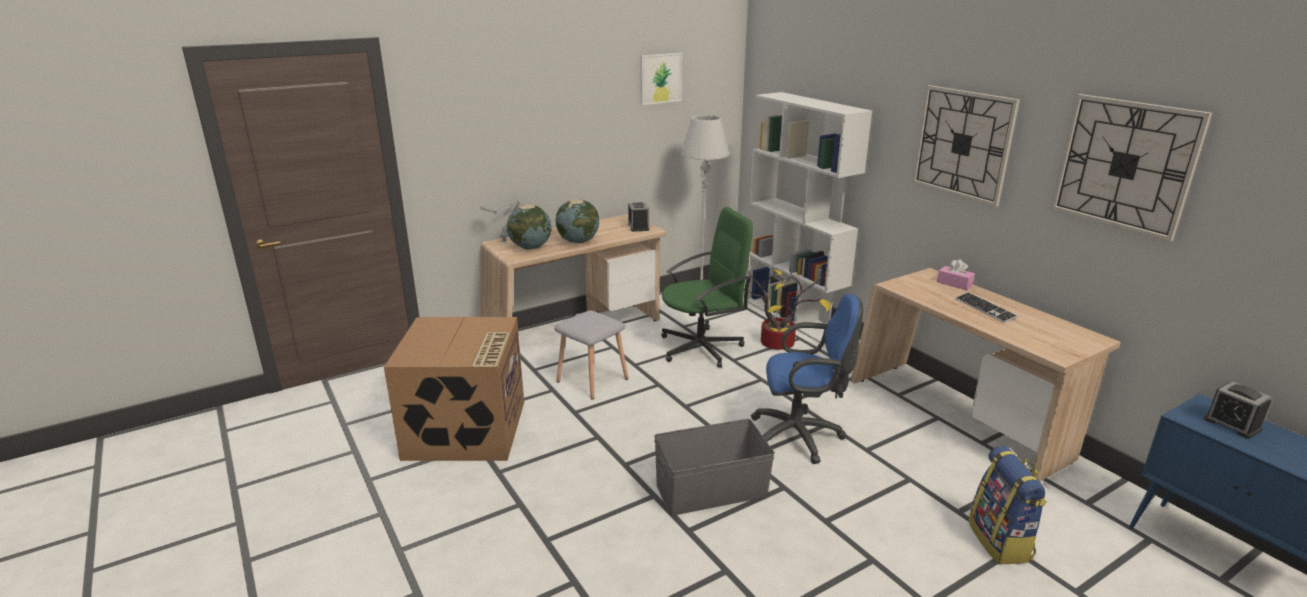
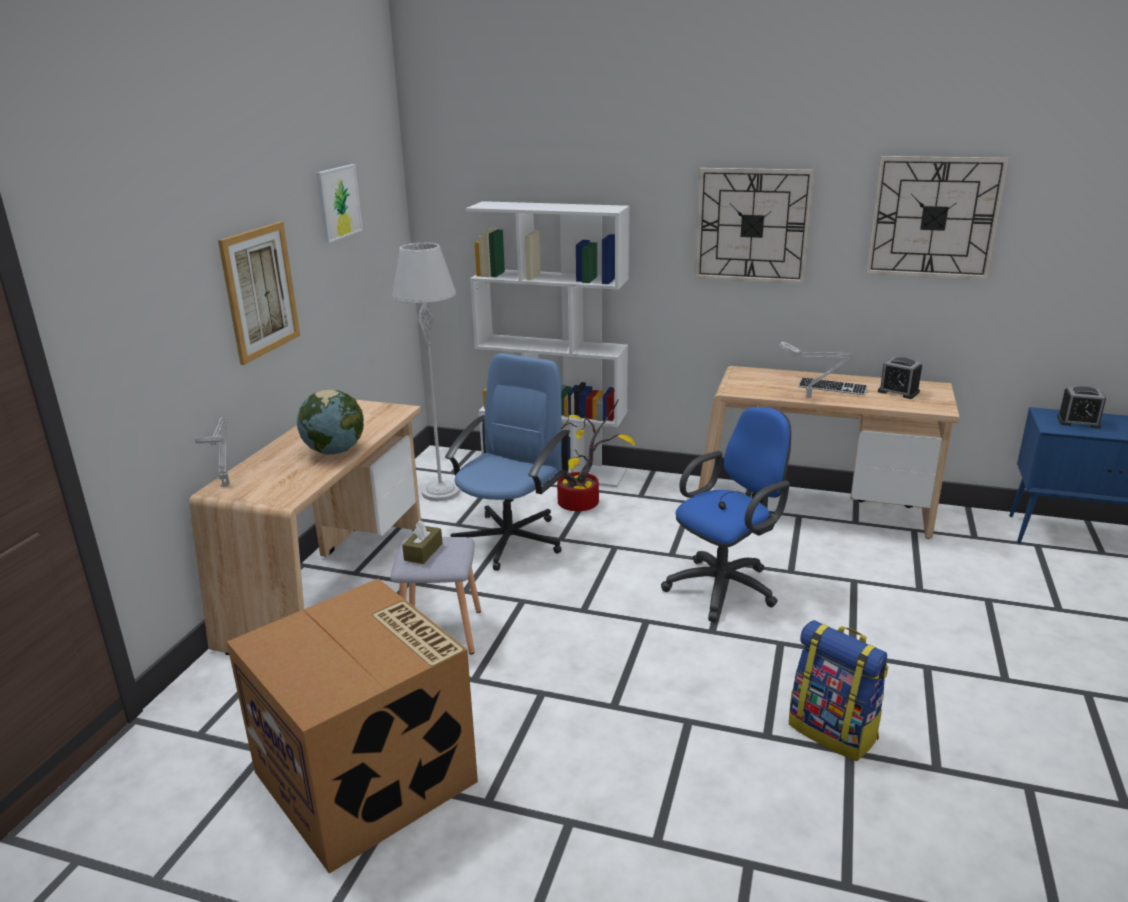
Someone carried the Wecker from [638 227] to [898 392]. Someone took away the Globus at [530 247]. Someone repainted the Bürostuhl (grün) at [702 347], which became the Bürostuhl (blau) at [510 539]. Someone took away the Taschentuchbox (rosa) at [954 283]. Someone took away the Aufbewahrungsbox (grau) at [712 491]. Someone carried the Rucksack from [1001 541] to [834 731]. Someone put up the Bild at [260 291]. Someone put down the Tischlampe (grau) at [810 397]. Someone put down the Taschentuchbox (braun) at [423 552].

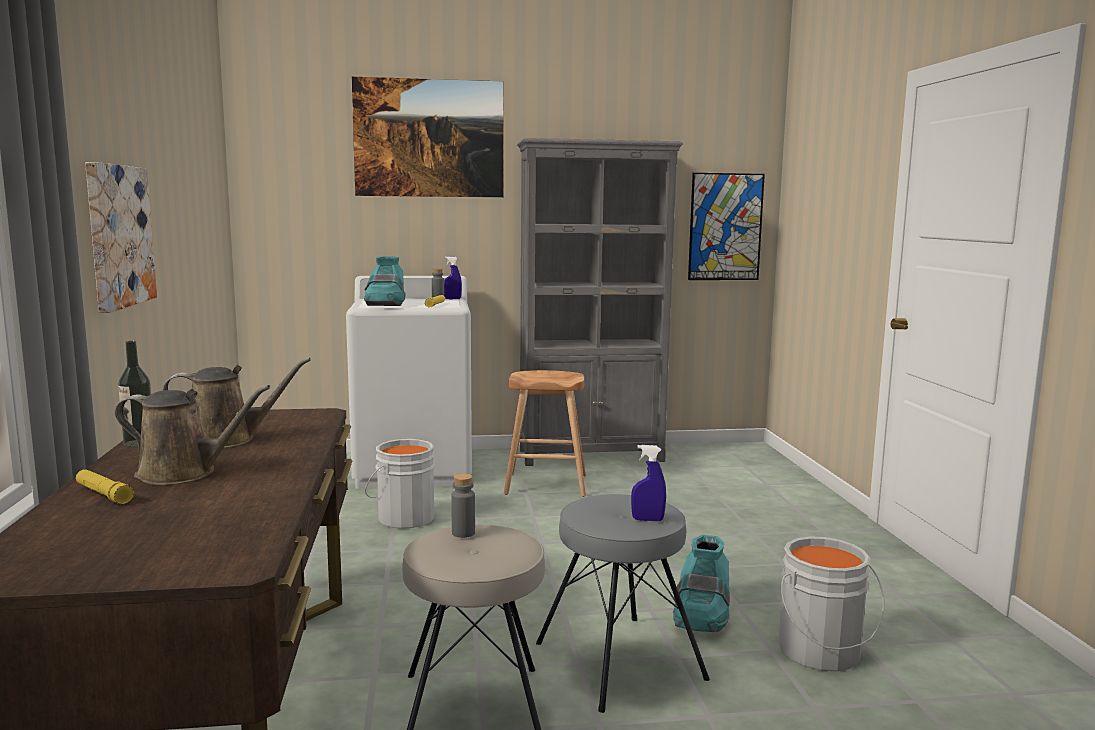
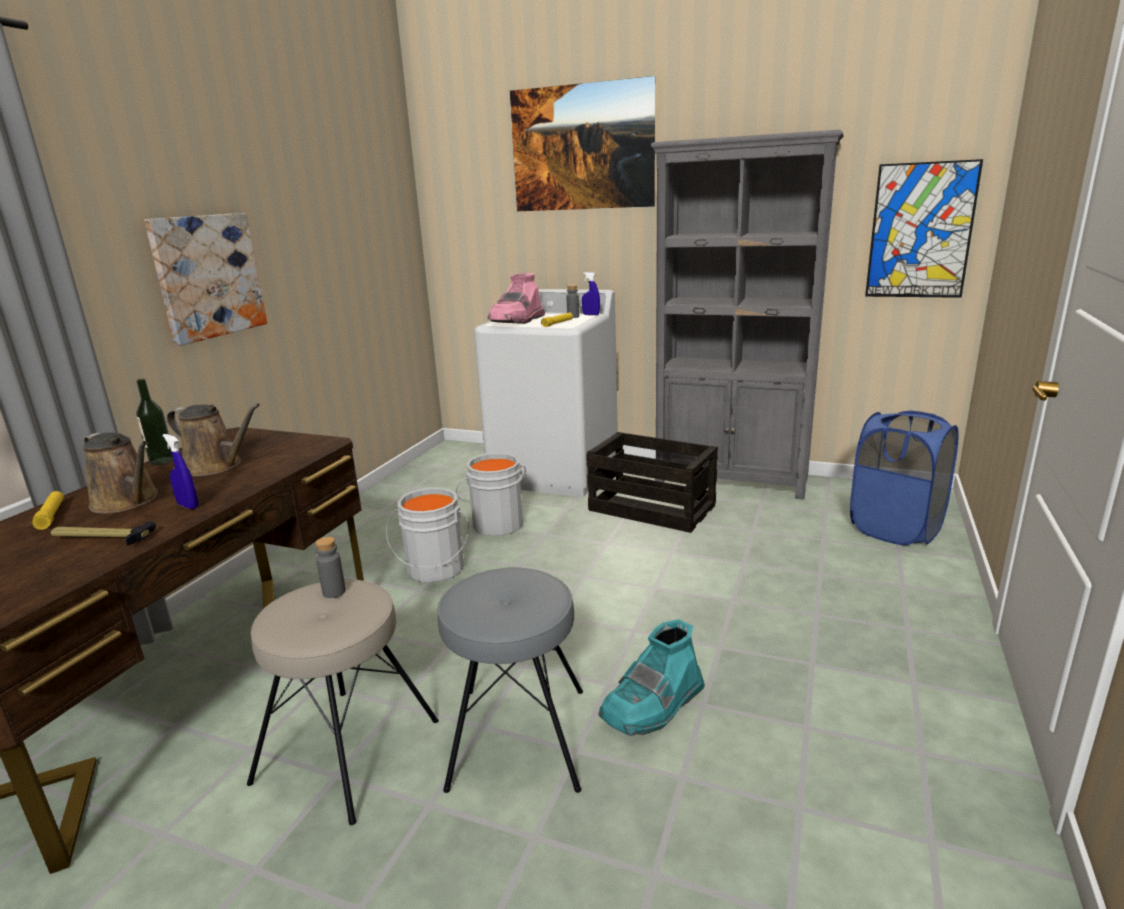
Someone repainted the Stiefel (türkis) at [385 304], which became the Stiefel (rosa) at [517 321]. Someone swapped the Hocker (braun) at [545 484] for the Kiste at [653 508]. Someone carried the Sprühflasche (blau) from [647 520] to [188 506]. Someone carried the Eimer (grau) from [821 653] to [434 570]. Someone put down the Wäschekorb (blau) at [895 529]. Someone put down the Hammer at [101 539].

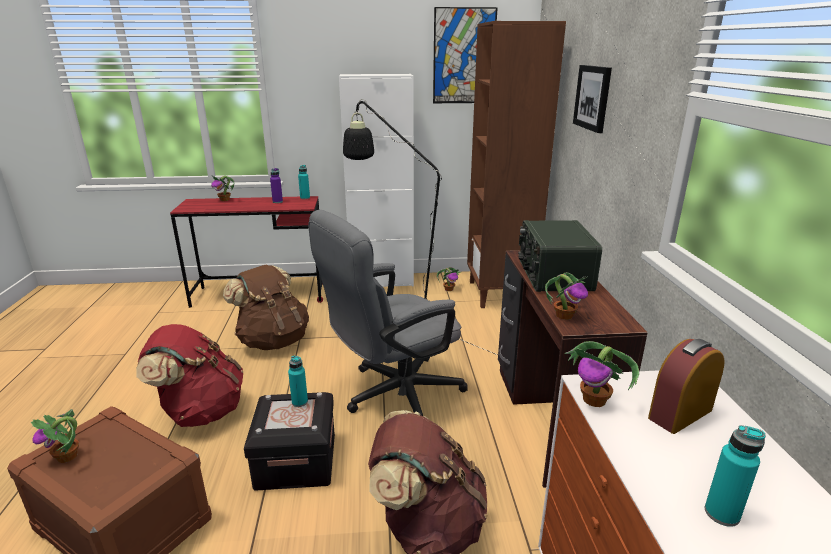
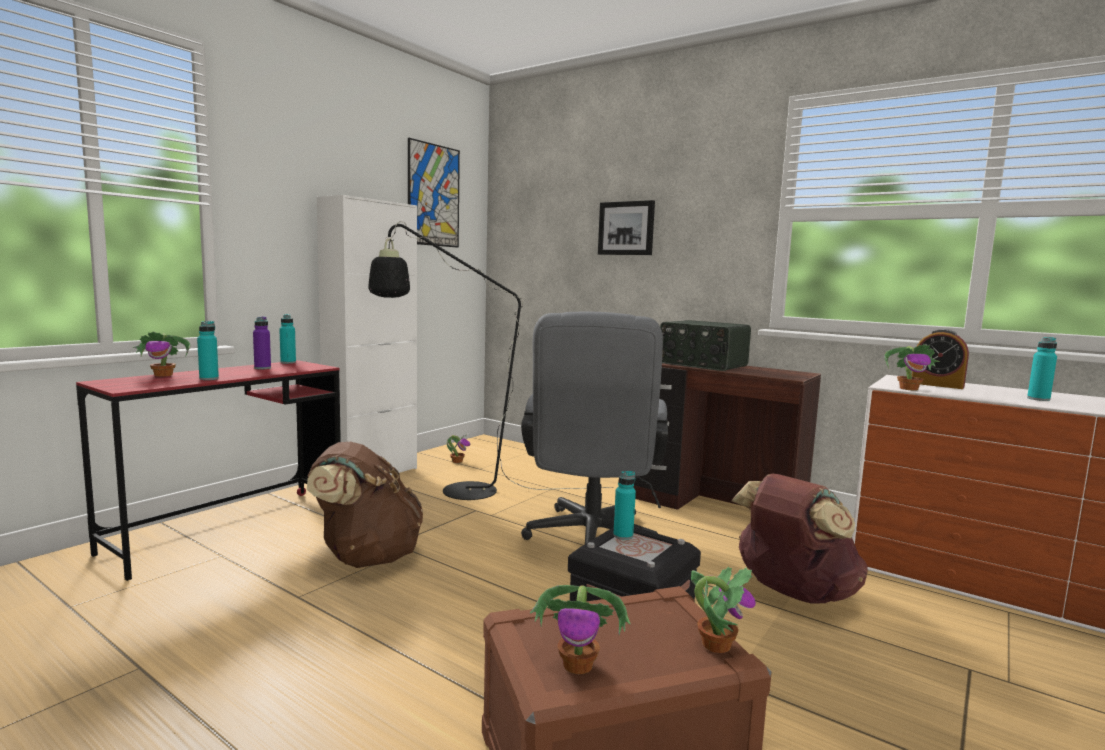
Someone took away the Bücherregal (braun) at [500 293]. Someone carried the Topfpflanze from [564 315] to [715 644]. Someone took away the Rucksack (rot) at [200 411]. Someone rotated the Wecker at [680 414] by 60 degrees counterclockwise. Someone put down the Flasche (türkis) at [209 378].

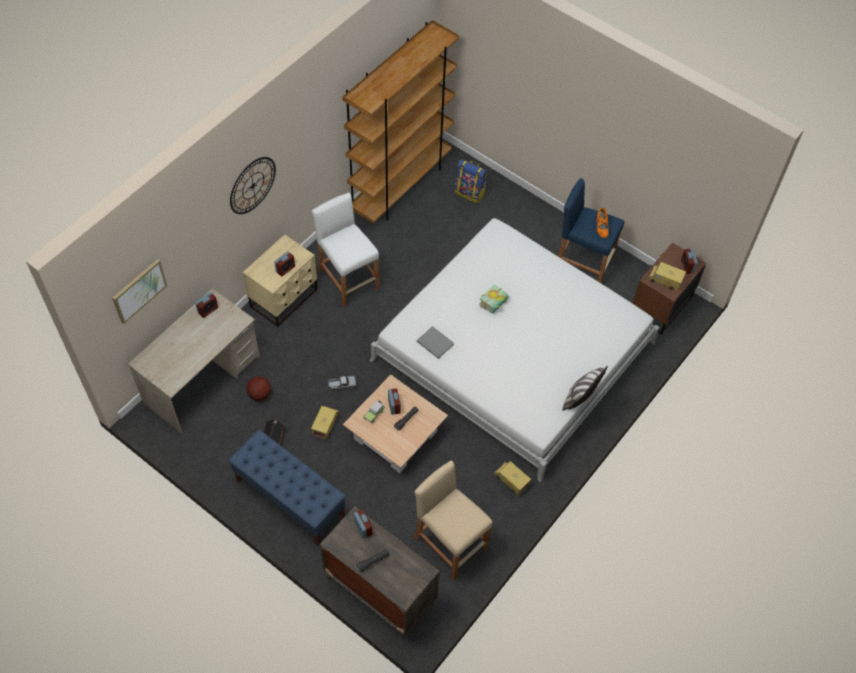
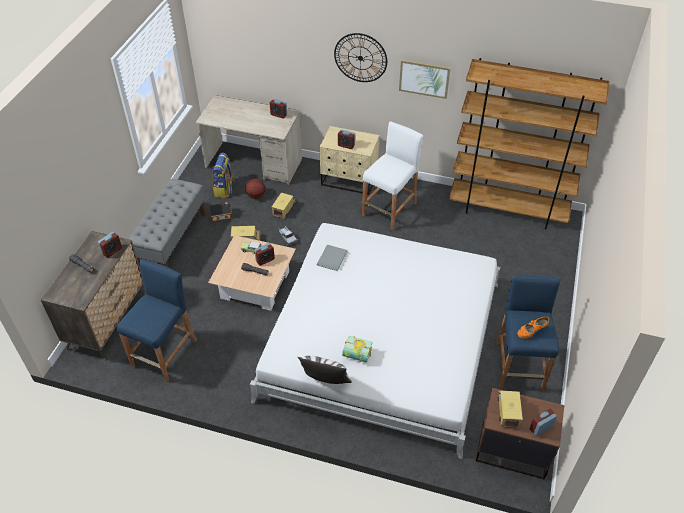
Someone carried the Rucksack from [470 192] to [224 189]. Someone carried the Bild from [139 290] to [424 78]. Someone carried the Buch from [495 304] to [356 356]. Someone repainted the Bank (blau) at [290 498], which became the Bank (grau) at [172 241]. Someone repainted the Hocker (beige) at [450 543], which became the Hocker (blau) at [165 353]. Someone carried the Spielzeuglaster from [511 480] to [284 209].

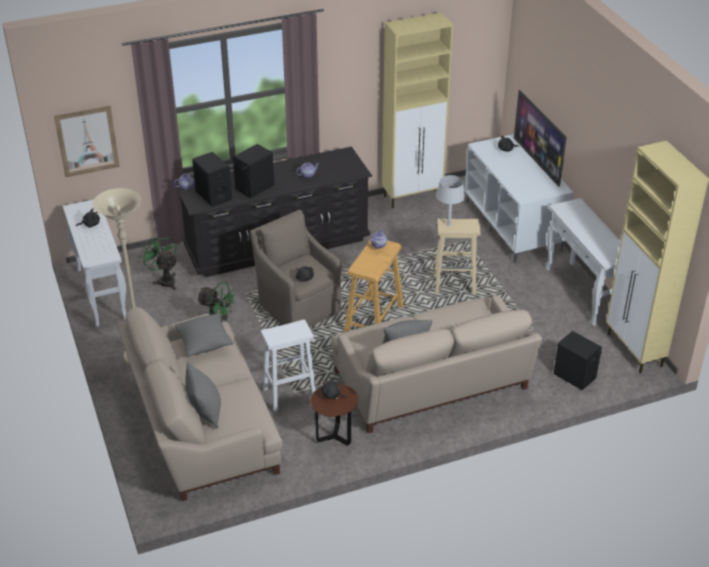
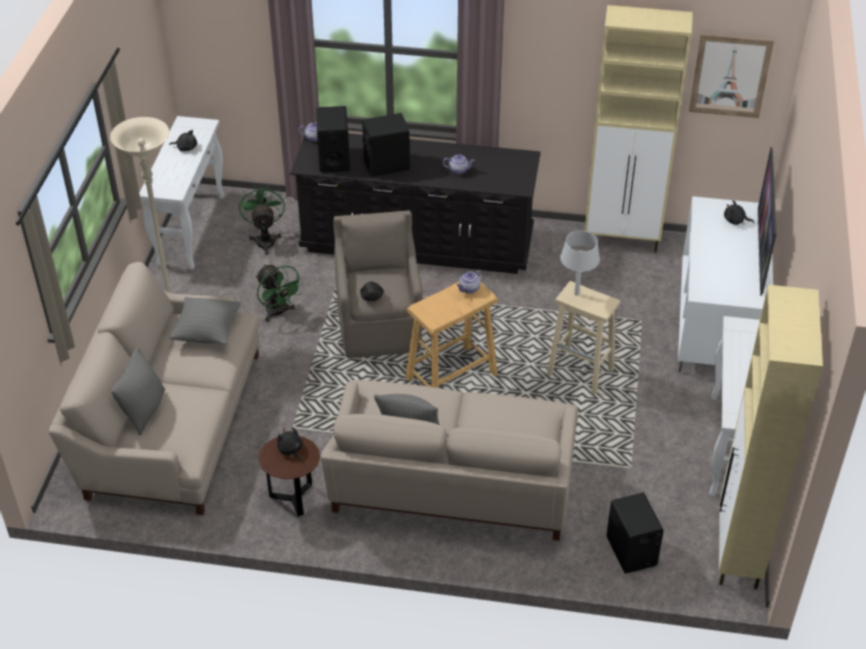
Someone carried the Bild from [87 141] to [730 76]. Someone took away the Hocker (weiß) at [289 394].

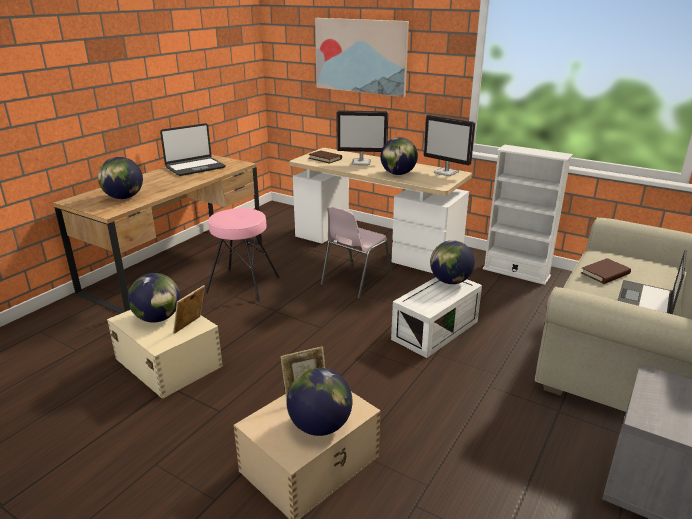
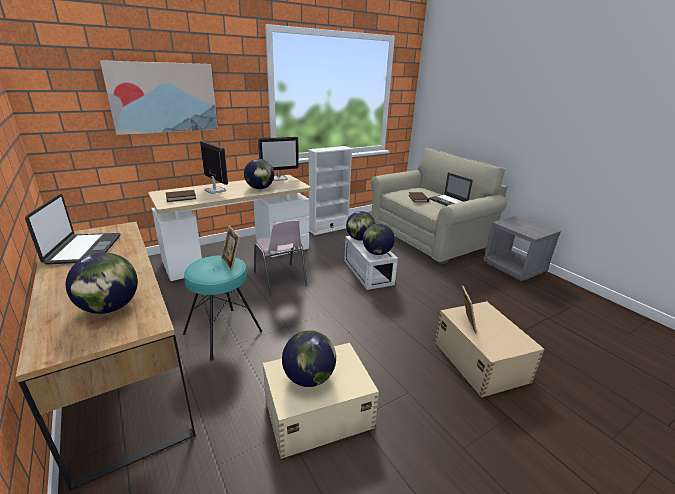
Someone rotated the Monitor at [361 162] by 75 degrees counterclockwise. Someone repainted the Hocker (rosa) at [243 285], which became the Hocker (türkis) at [223 333]. Someone carried the Bilderrahmen from [191 327] to [231 263]. Someone carried the Globus from [320 426] to [377 253].

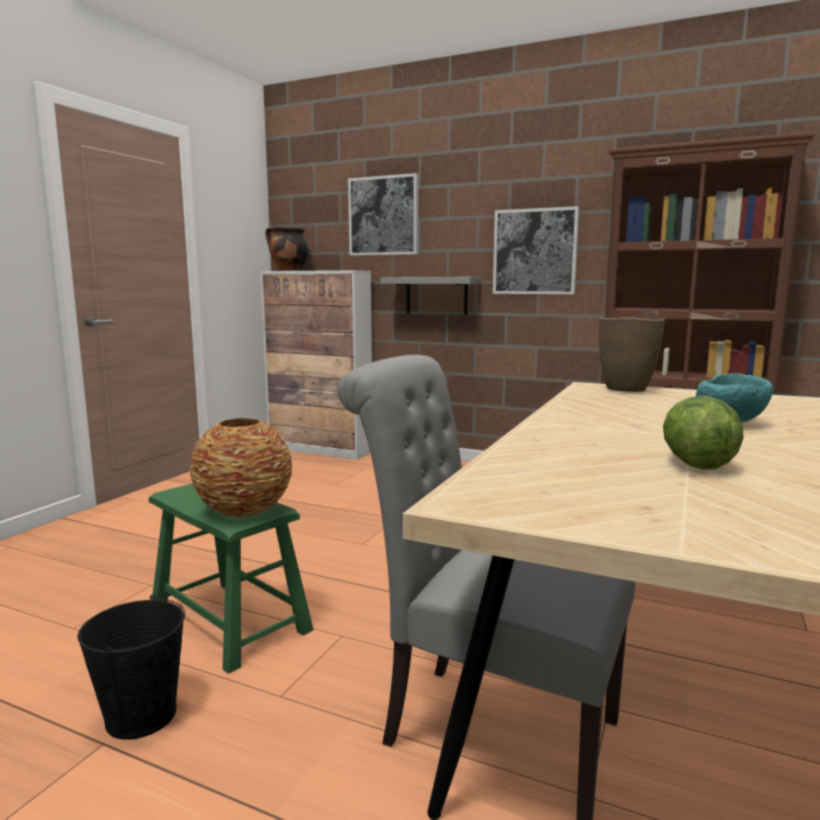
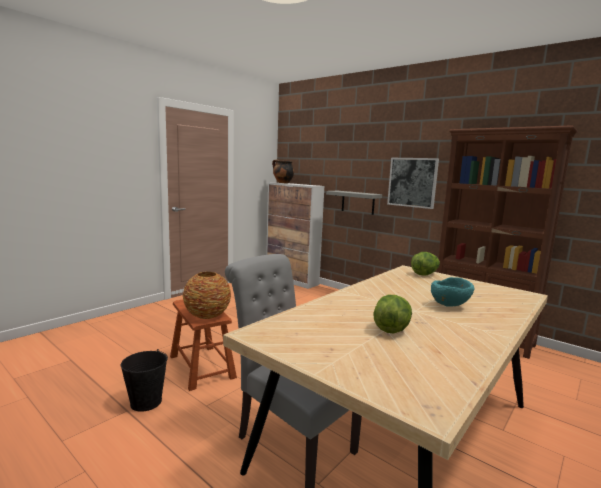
Someone took away the Bild at [384 216]. Someone swapped the Vase (braun) at [626 389] for the Salatkopf at [425 274]. Someone repainted the Hocker (grün) at [230 622], which became the Hocker (braun) at [202 366].

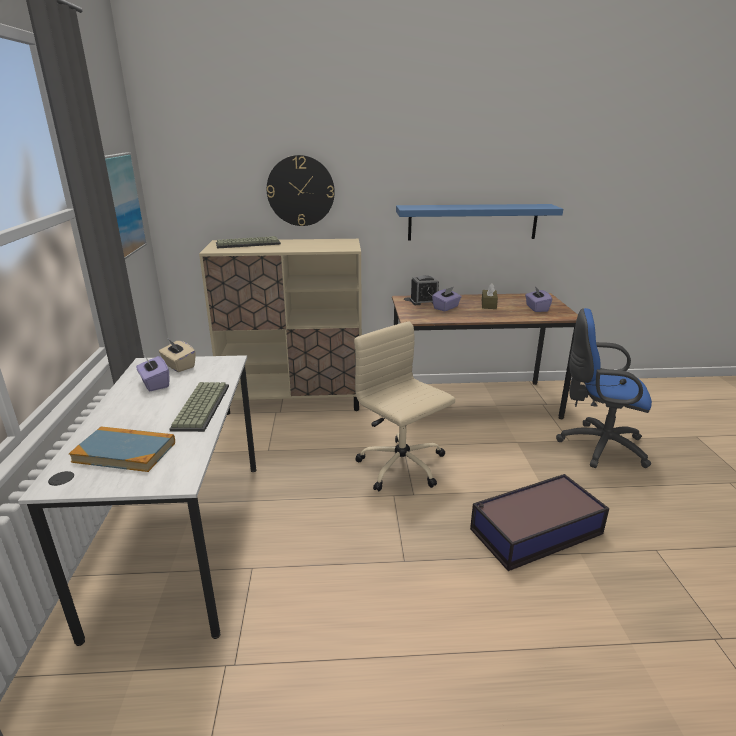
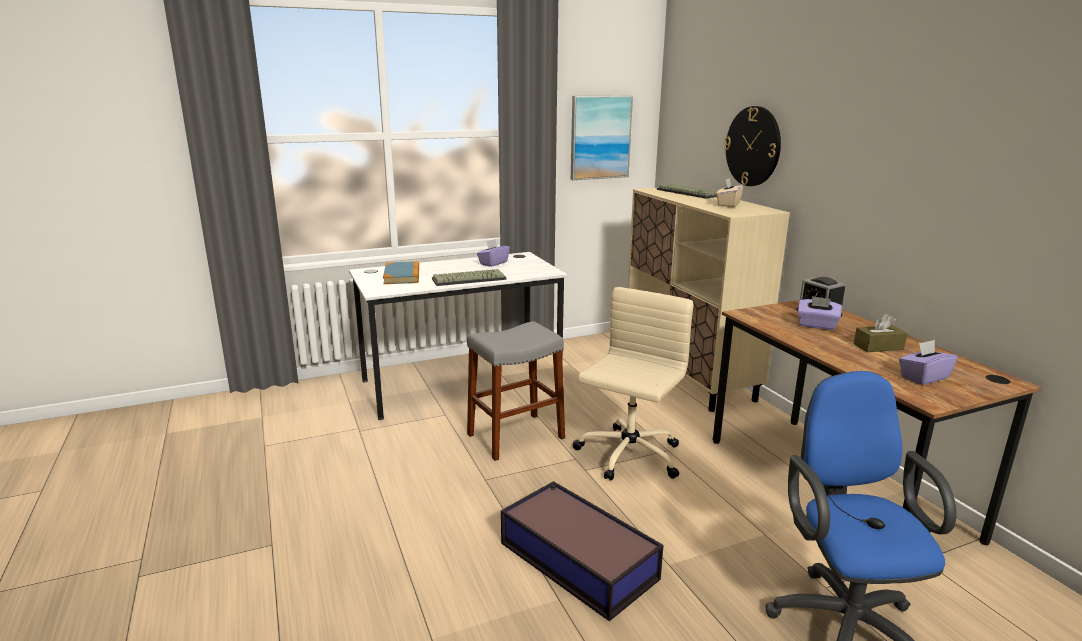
Someone took away the Wandregal (blau) at [472 222]. Someone carried the Taschentuchbox (beige) from [178 366] to [728 204]. Someone put down the Hocker (grau) at [515 436].

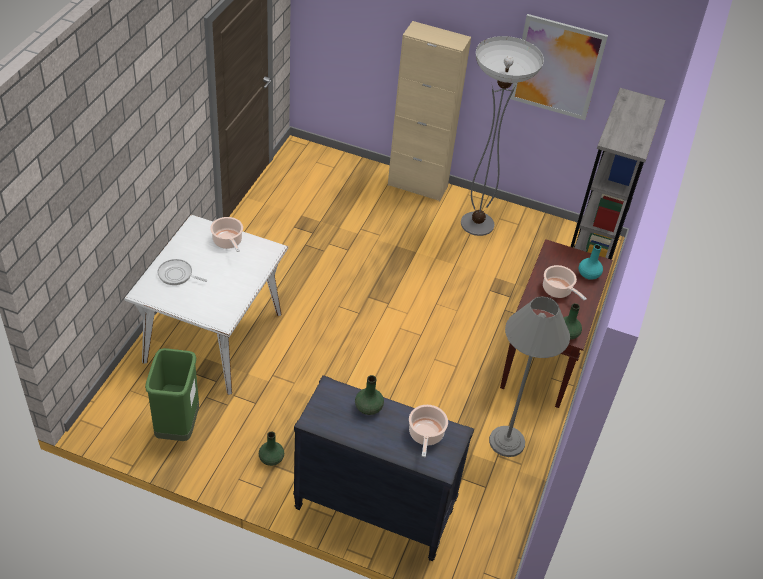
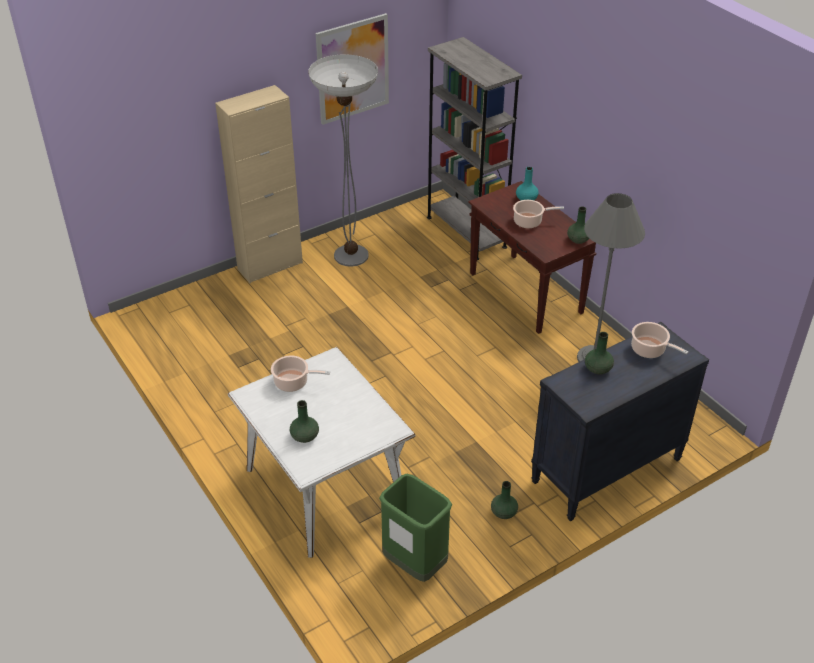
Someone swapped the Pfanne at [177 275] for the Vase (grün) at [305 436].

